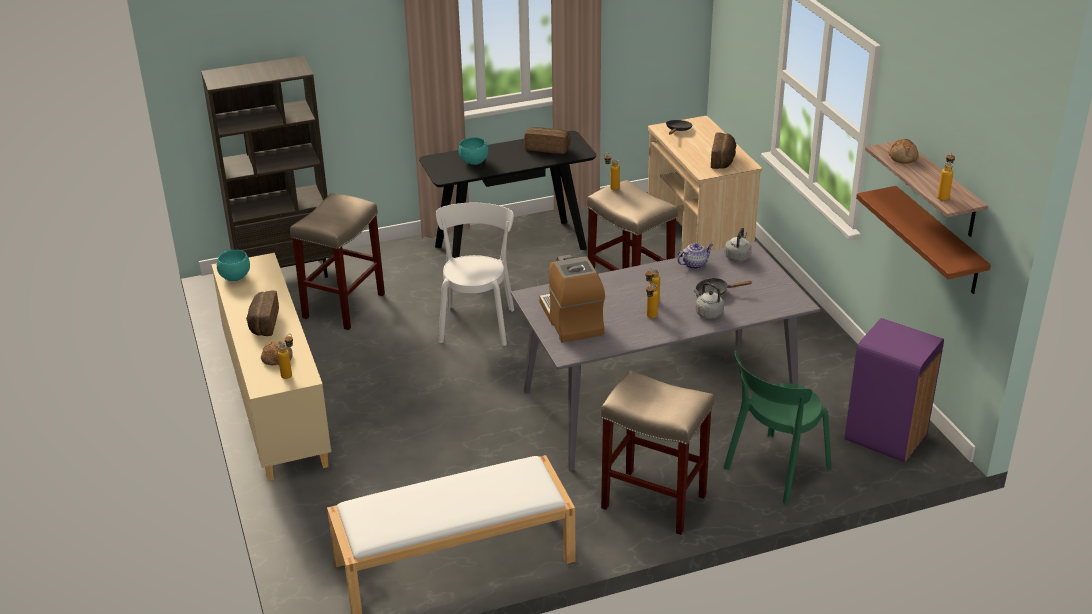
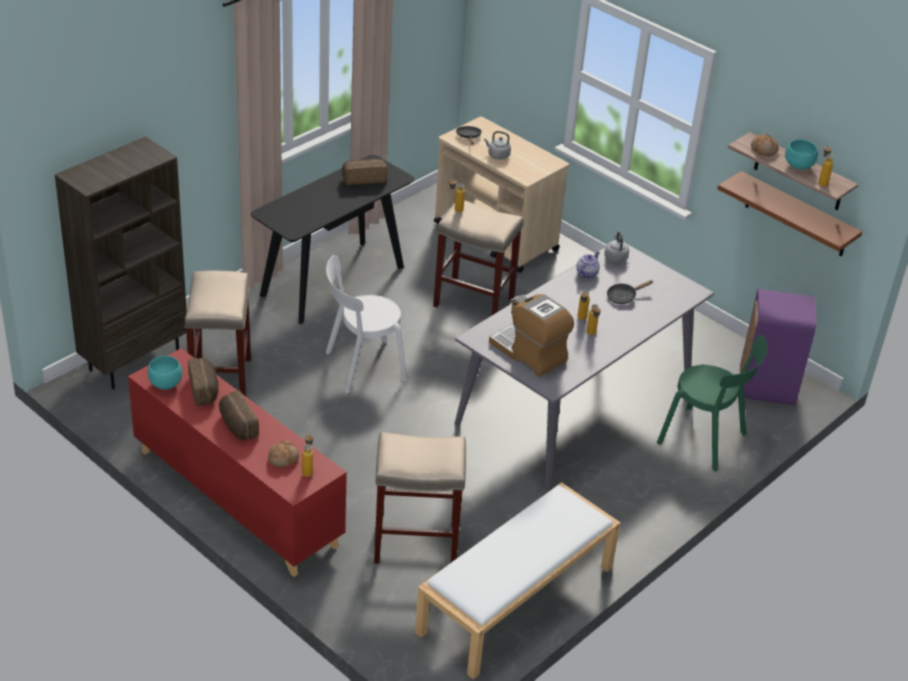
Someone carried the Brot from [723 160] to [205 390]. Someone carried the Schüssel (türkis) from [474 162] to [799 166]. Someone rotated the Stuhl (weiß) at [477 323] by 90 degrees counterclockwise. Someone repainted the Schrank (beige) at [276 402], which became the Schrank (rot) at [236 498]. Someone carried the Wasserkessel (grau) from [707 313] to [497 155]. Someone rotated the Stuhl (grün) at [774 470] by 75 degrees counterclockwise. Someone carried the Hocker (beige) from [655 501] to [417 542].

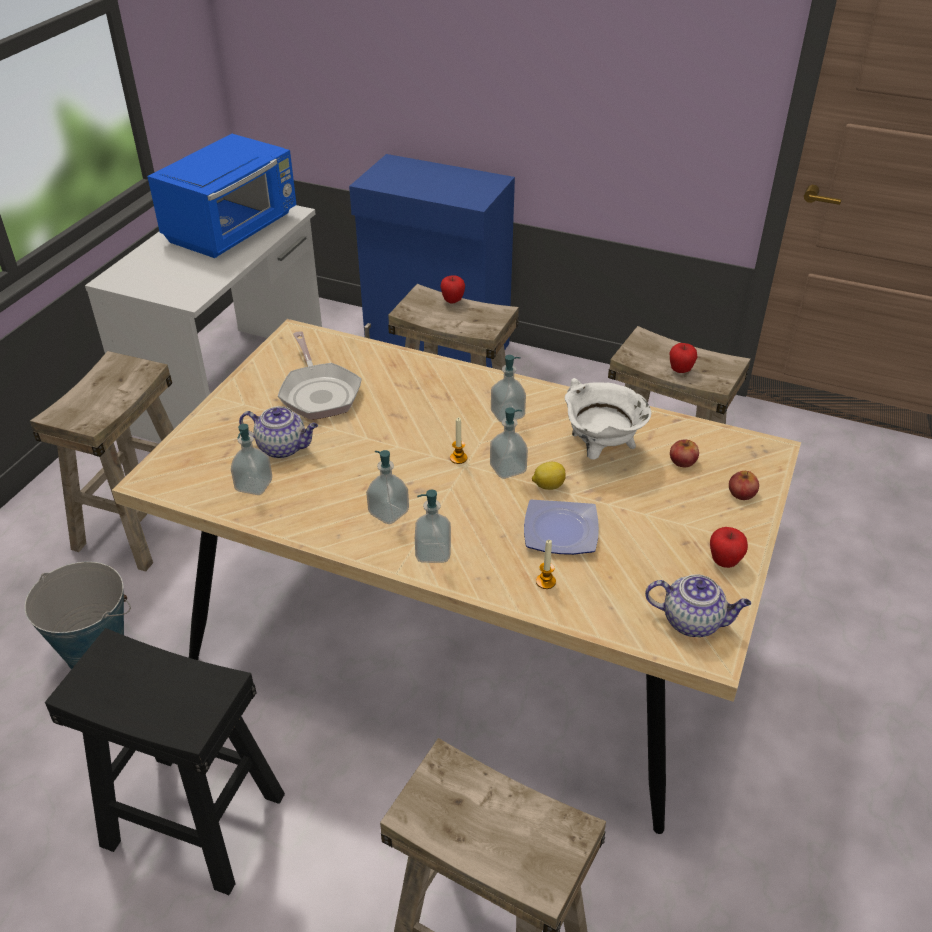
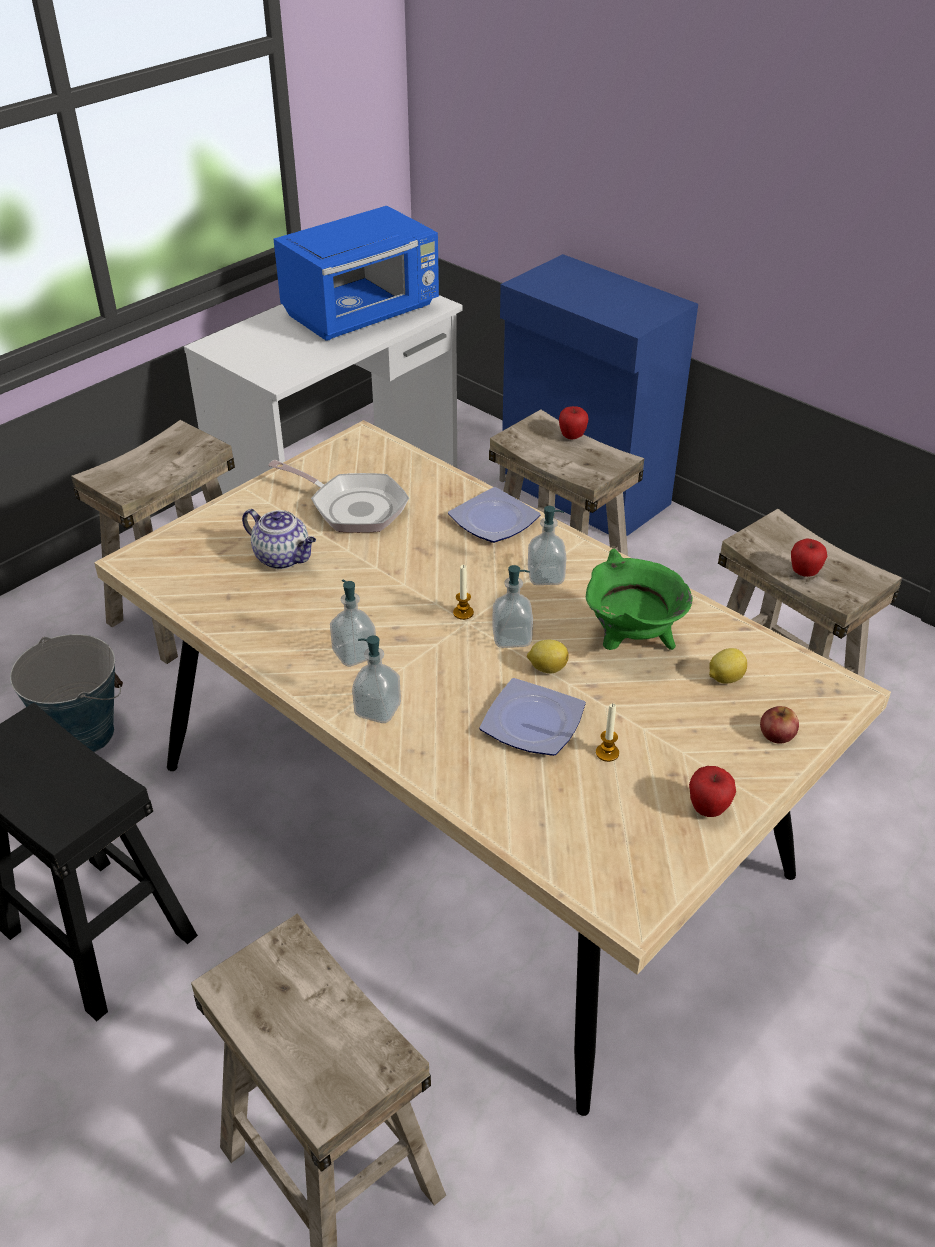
Someone rotated the Pfanne at [319 393] by 60 degrees counterclockwise. Someone repainted the Kochtopf (weiß) at [600 451], which became the Kochtopf (grün) at [631 643]. Someone took away the Seifenspender at [254 485]. Someone swapped the Apfel at [682 461] for the Zitrone at [724 678]. Someone carried the Kerze from [545 581] to [607 753]. Someone took away the Teekanne at [693 621]. Someone put down the Teller at [492 520].

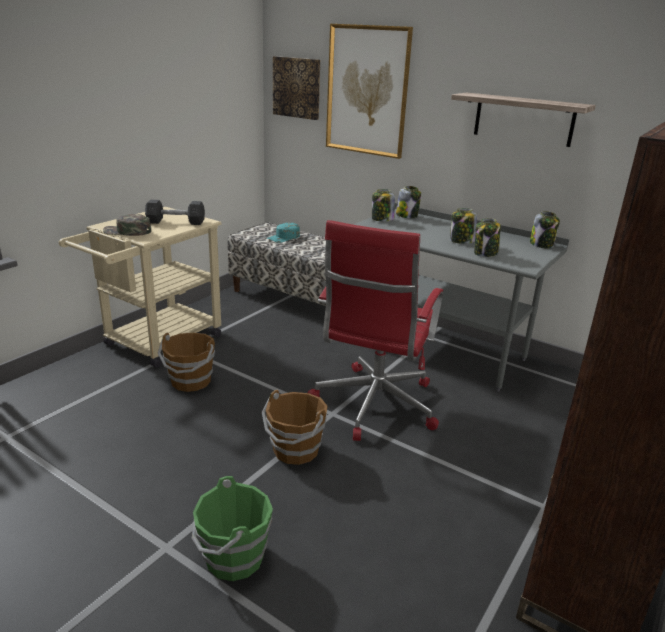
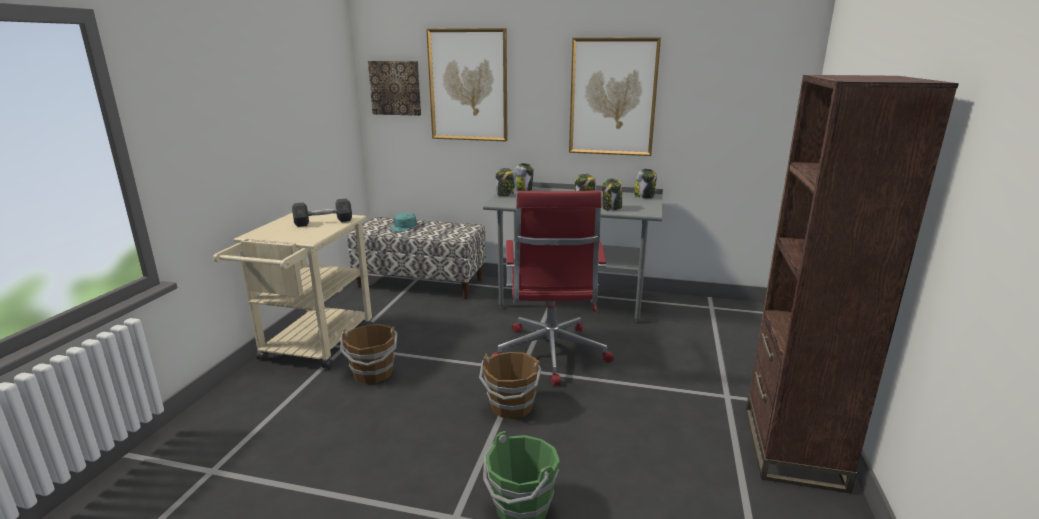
Someone swapped the Wandregal at [523 119] for the Bild at [613 97]. Someone took away the Kappe (grün) at [127 231].

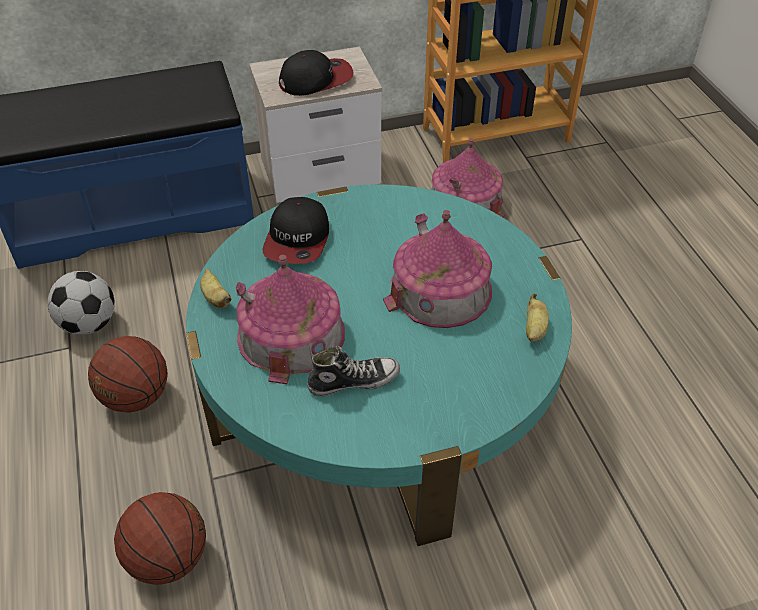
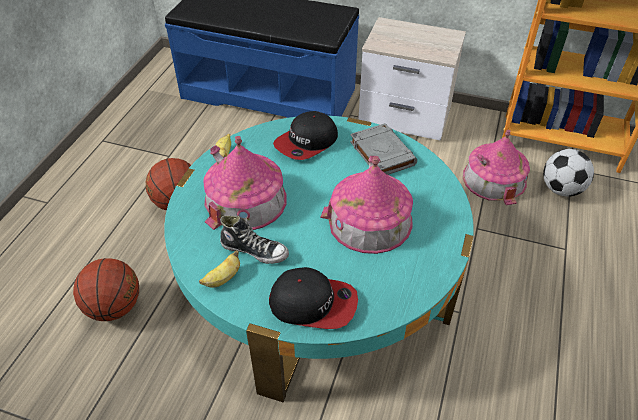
Someone carried the Kappe from [316 80] to [313 303]. Someone carried the Fußball from [88 324] to [560 189]. Someone carried the Banane from [534 330] to [223 279]. Someone put down the Buch (grau) at [381 153].

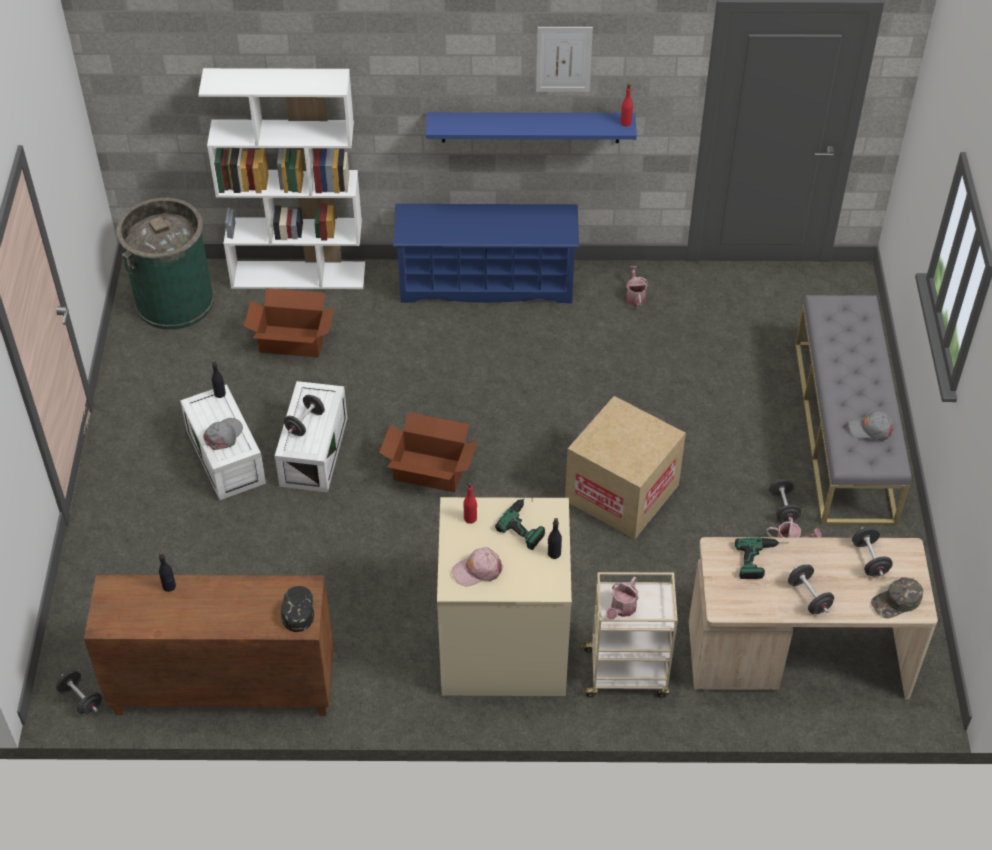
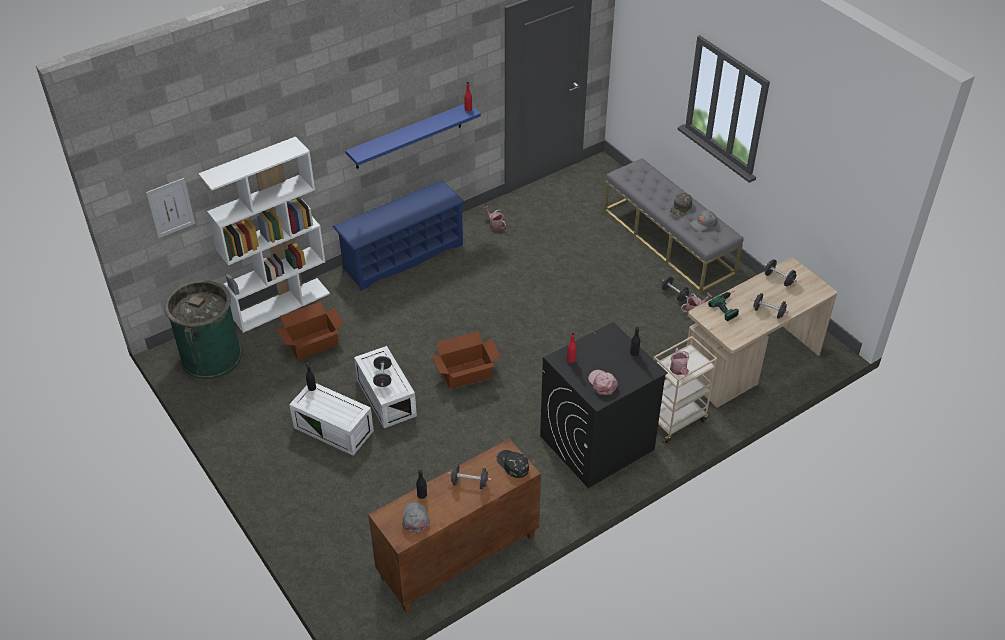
Someone carried the Bild from [563 59] to [170 207]. Someone took away the Karton at [622 493]. Someone carried the Kappe (grau) from [224 435] to [415 519]. Someone took away the Bohrmaschine at [527 522]. Someone repainted the Waschmaschine (beige) at [502 646], which became the Waschmaschine (schwarz) at [596 443]. Someone rotated the Kappe (rosa) at [477 570] by 120 degrees clockwise. Someone carried the Kappe (grün) from [896 602] to [681 208]. Someone carried the Hantel (schwarz) from [81 699] to [469 483].

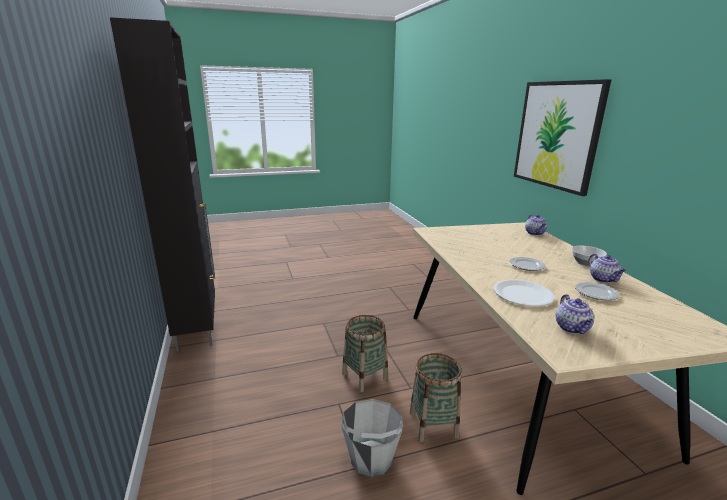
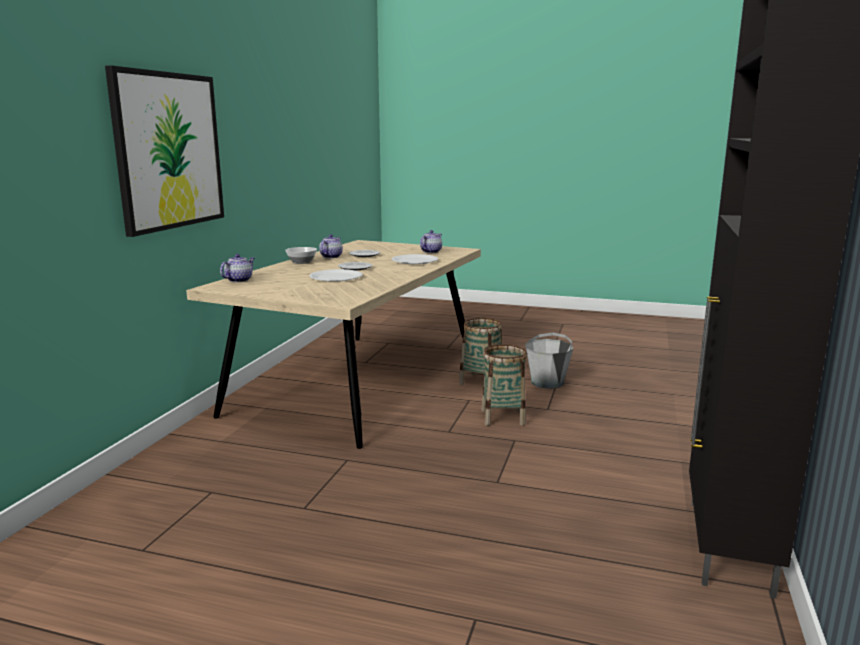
Someone put down the Teller (weiß) at [336 277].

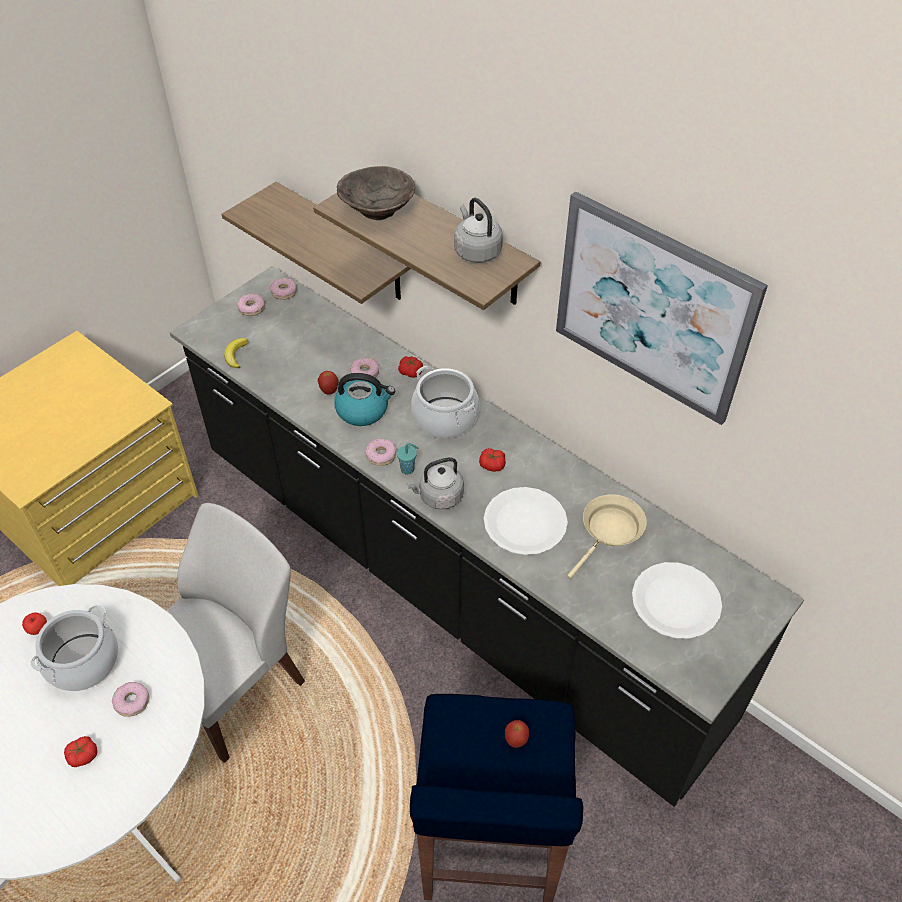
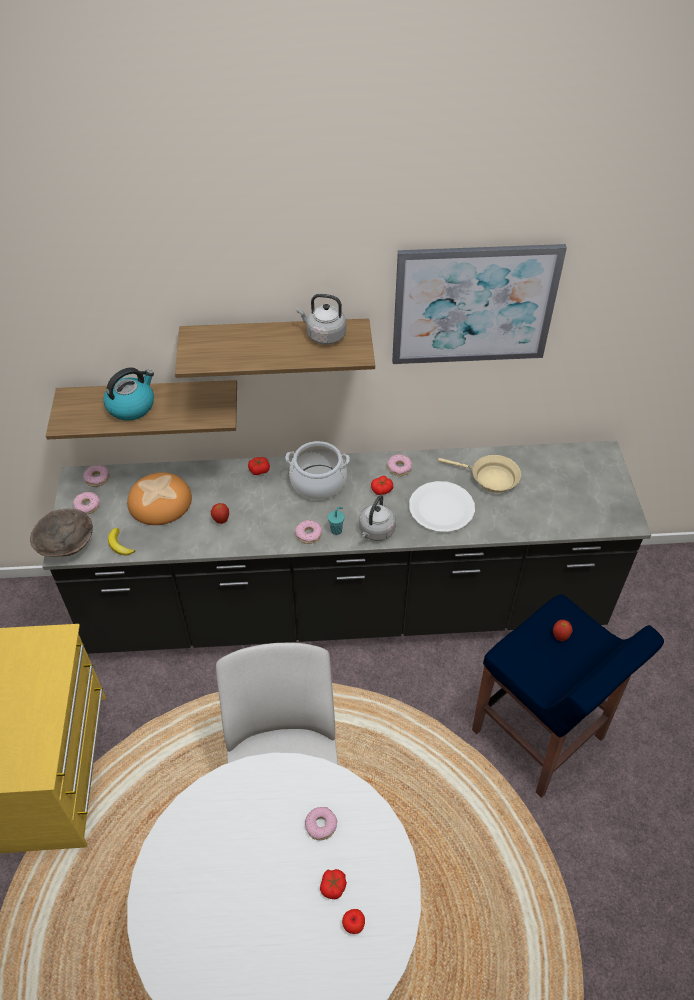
Someone carried the Schüssel (braun) from [377 211] to [67 546]. Someone carried the Donut from [365 373] to [399 468]. Someone carried the Wasserkessel from [363 410] to [131 406]. Someone rotated the Pfanne (beige) at [609 531] by 120 degrees clockwise. Someone took away the Teller (weiß) at [675 601]. Someone took away the Kochtopf at [83 661]. Someone carried the Apfel from [38 629] to [353 924]. Someone put down the Brot at [160 502].

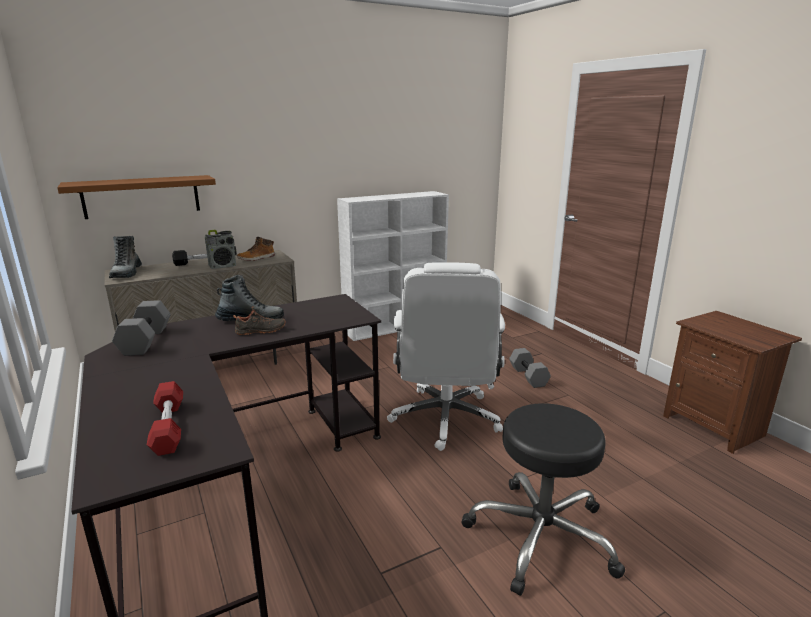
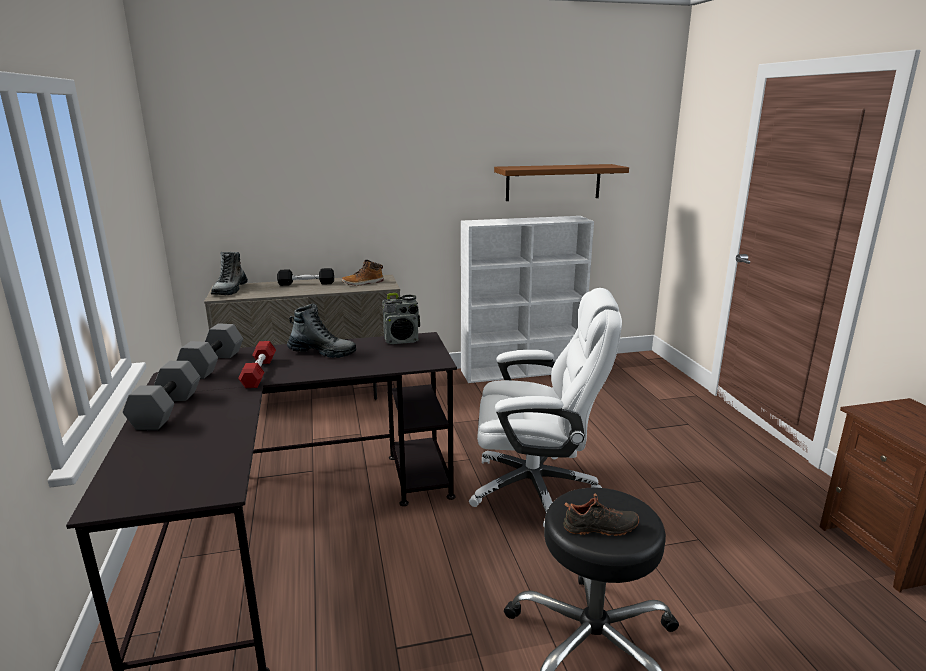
Someone carried the Wandregal (braun) from [141 196] to [553 182]. Someone carried the Radio from [223 266] to [402 340]. Someone rotated the Bürostuhl (weiß) at [445 419] by 105 degrees counterclockwise. Someone carried the Schuh (schwarz) from [261 331] to [600 529]. Someone carried the Hantel (grau) from [529 376] to [167 410]. Someone carried the Hantel (rot) from [168 427] to [259 373].

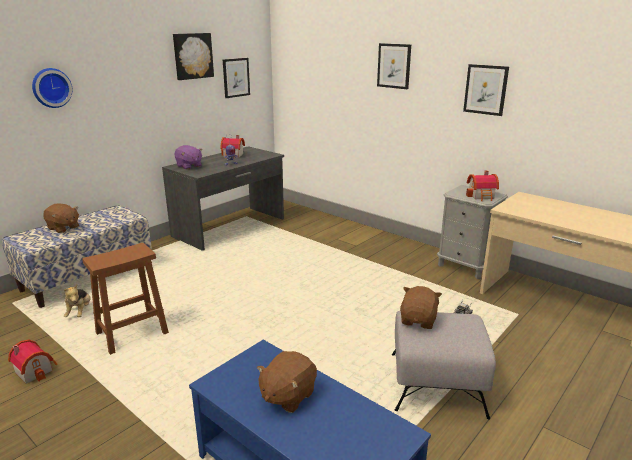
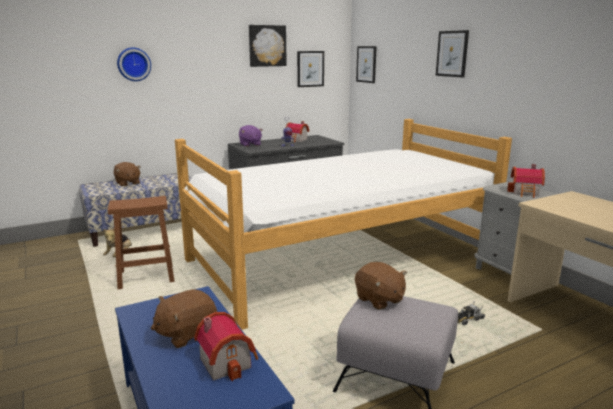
Someone carried the Bild from [485 89] to [366 64]. Someone rotated the Plüschtier (braun) at [418 320] by 105 degrees clockwise. Someone carried the Spielzeughaus from [36 370] to [228 361]. Someone put down the Bett at [342 258].

